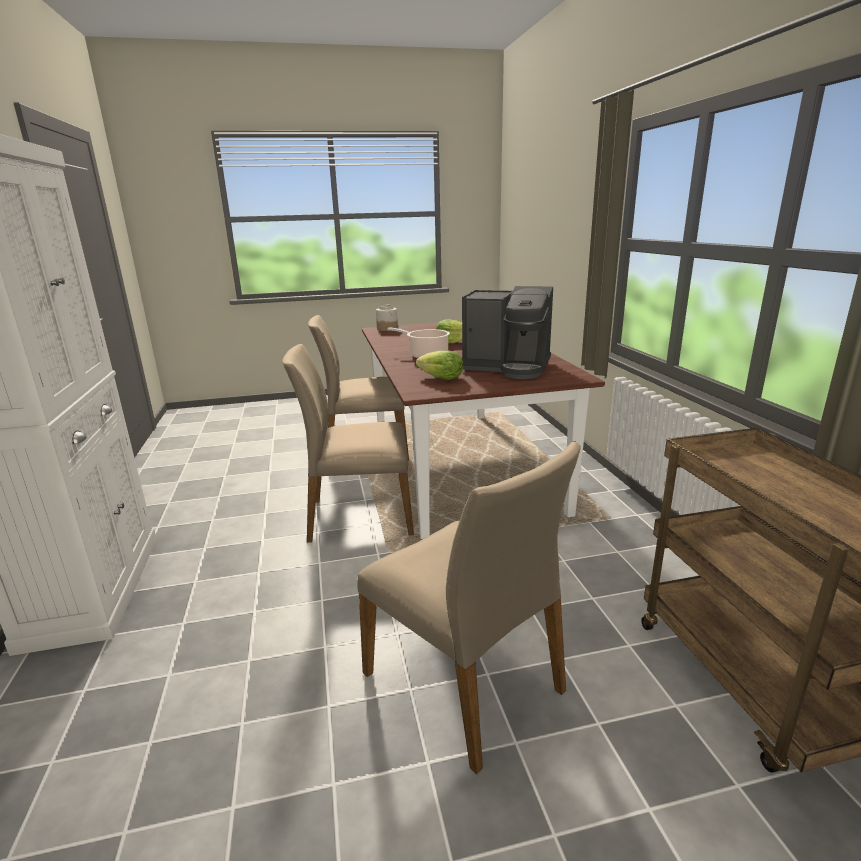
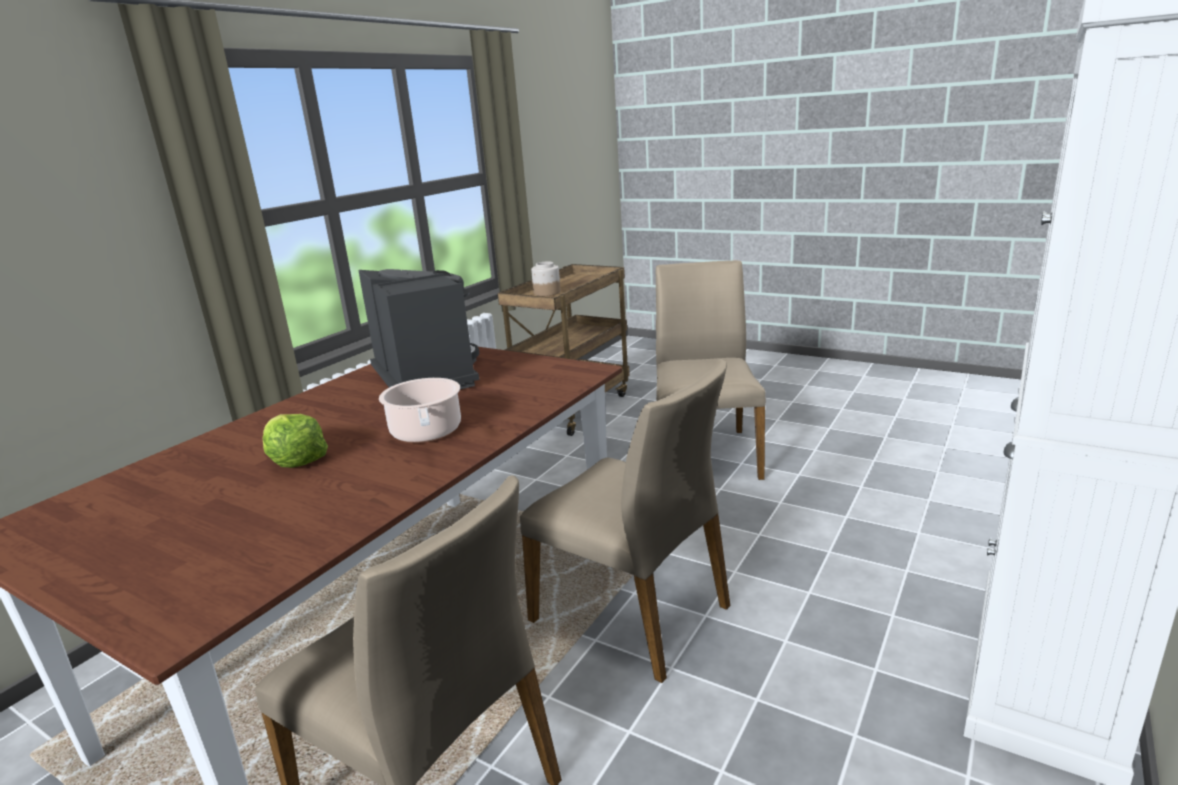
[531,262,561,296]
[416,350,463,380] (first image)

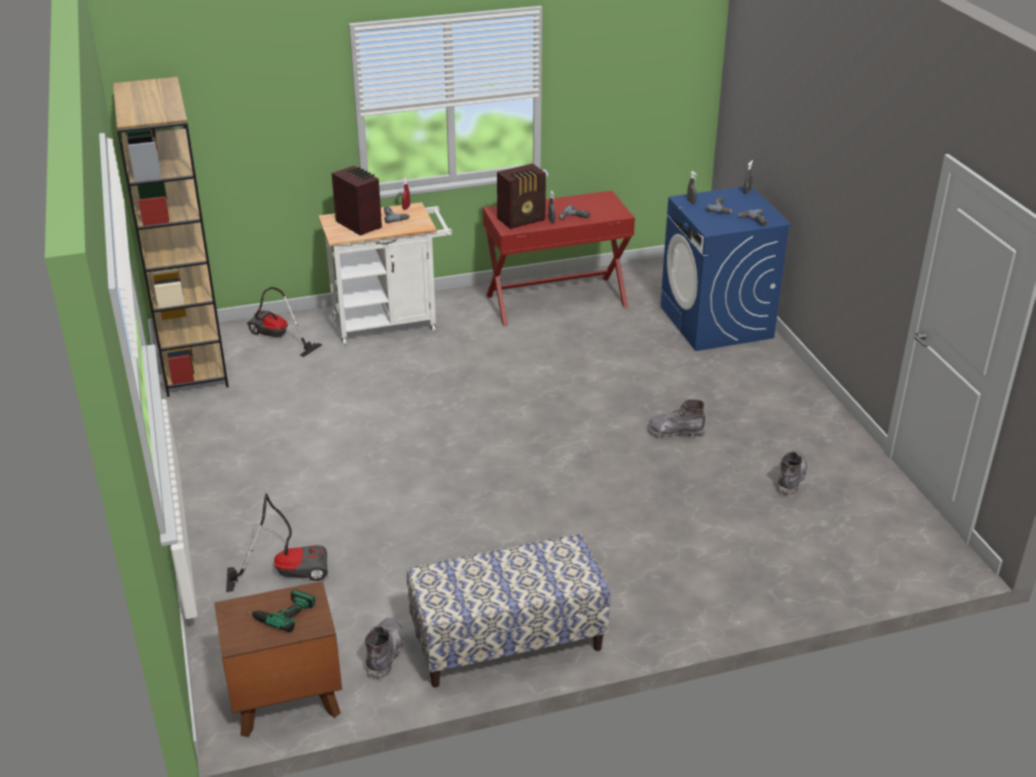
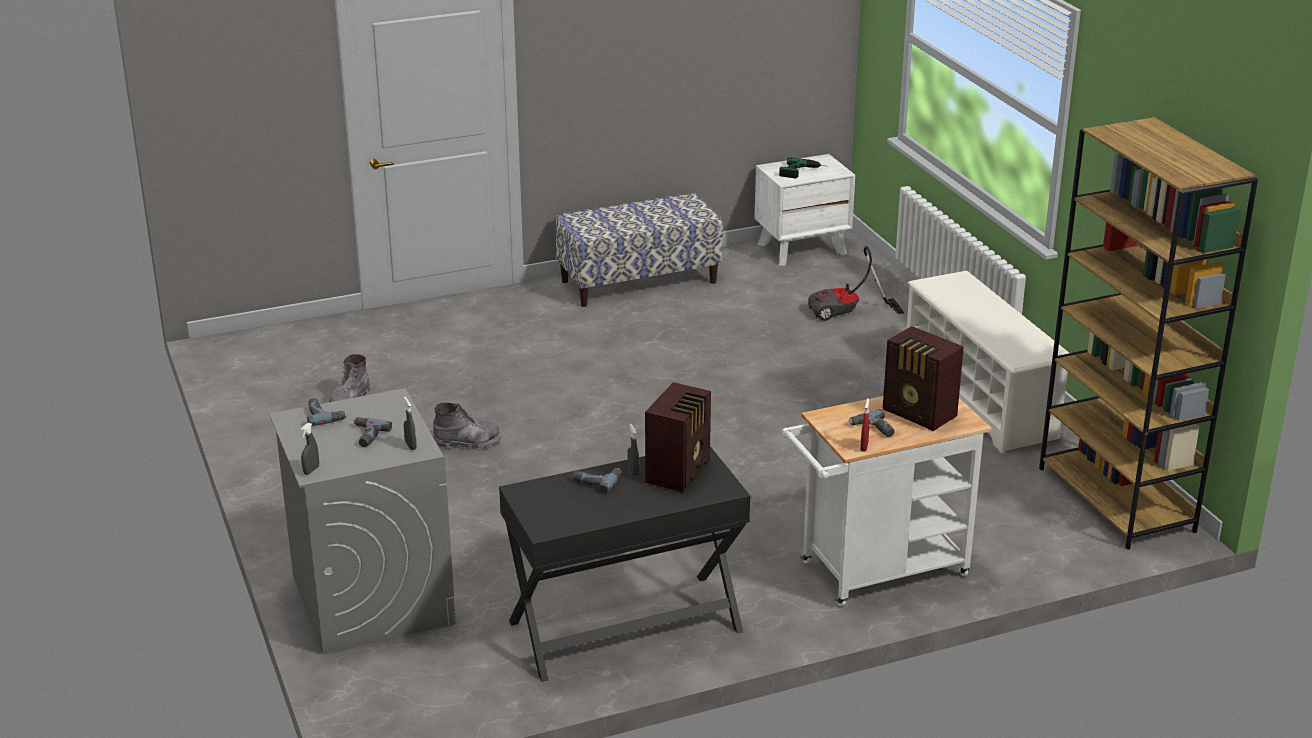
[269,388,456,655]
[499,446,750,682]
[645,382,711,493]
[754,154,855,266]
[907,271,1069,454]
[247,287,322,357] (first image)
[365,618,404,679] (first image)

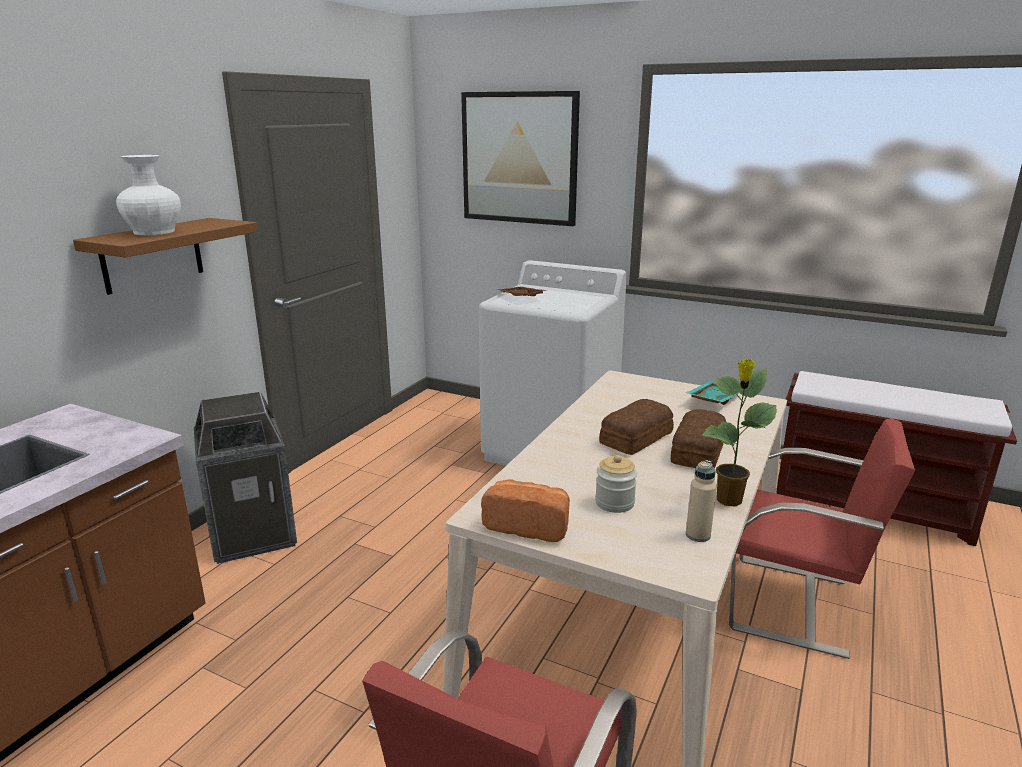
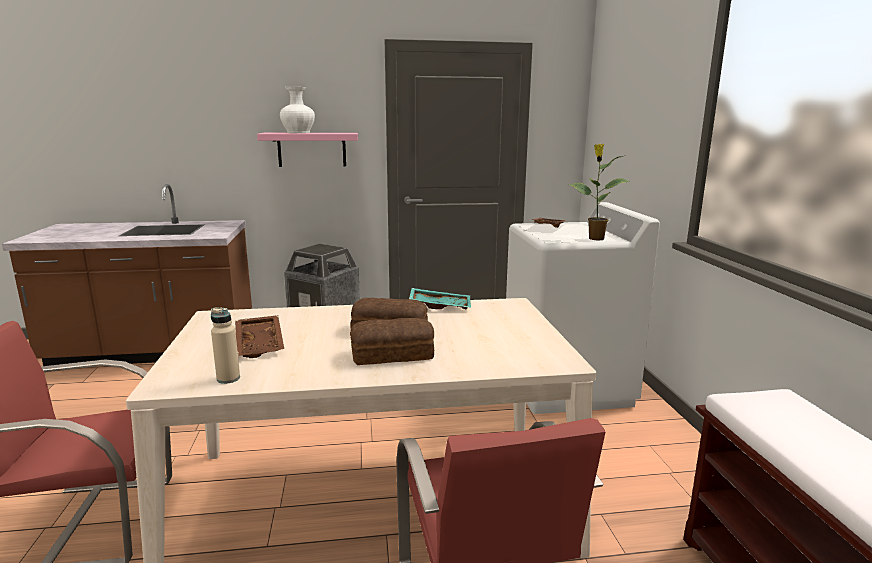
[235,315,284,358]
[257,133,358,167]
[409,288,471,309]
[568,144,631,241]
[461,91,580,226] (first image)
[481,479,570,542] (first image)

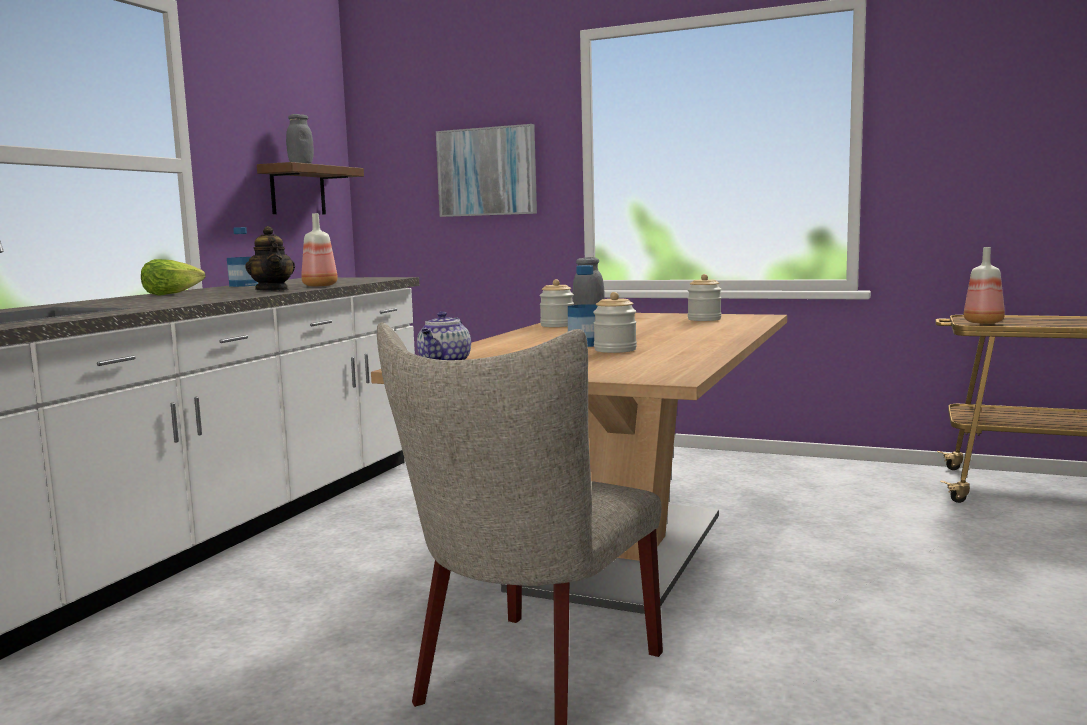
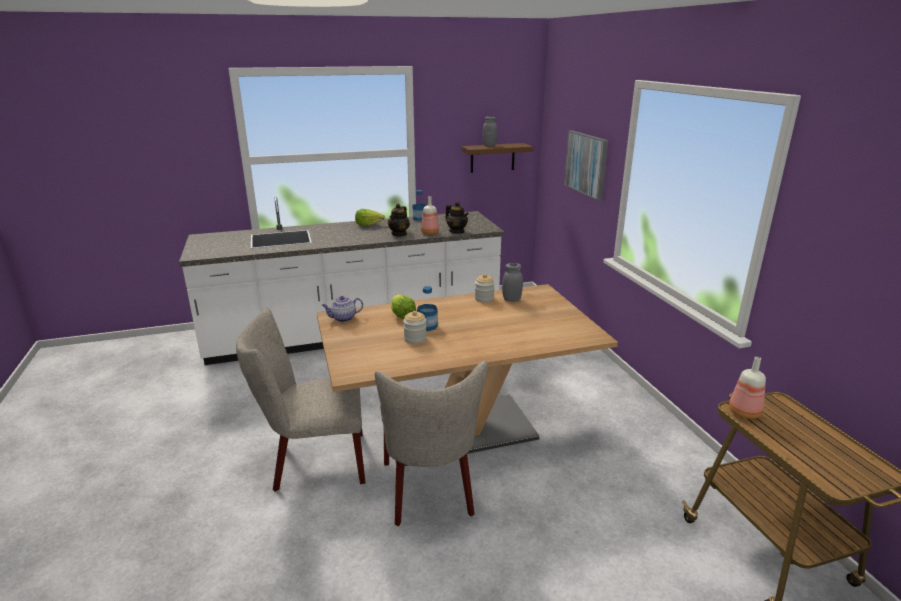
[375,361,488,526]
[391,294,416,319]
[445,201,469,233]
[688,274,722,321] (first image)

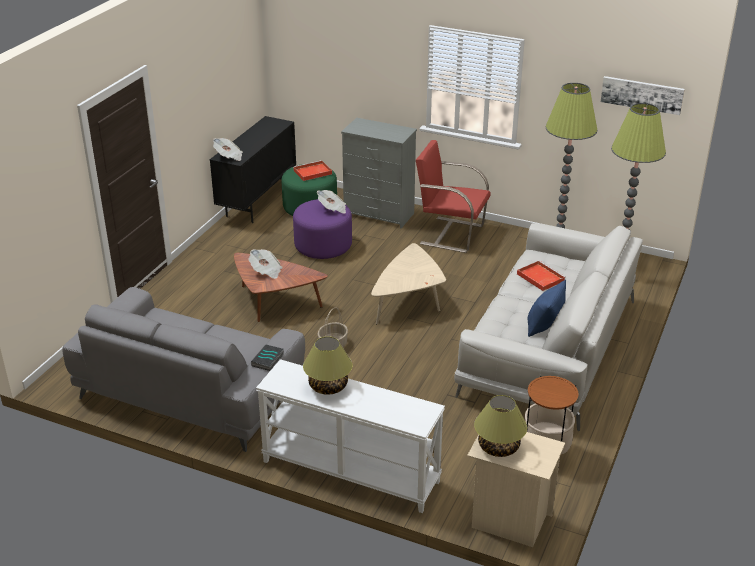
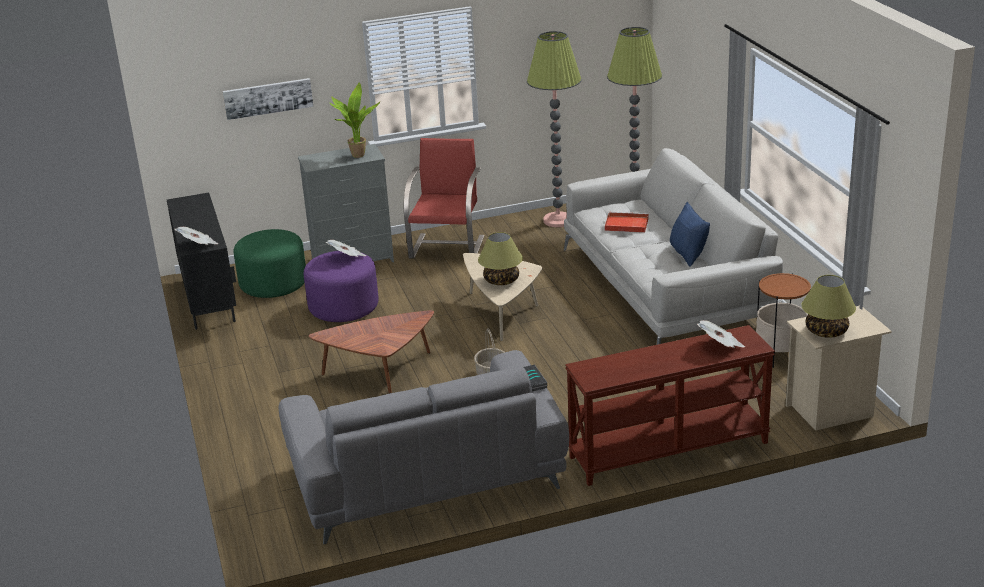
[223,78,313,120]
[329,83,380,158]
[404,138,484,259]
[478,232,523,285]
[565,325,775,486]
[697,320,745,348]
[293,160,332,181] (first image)

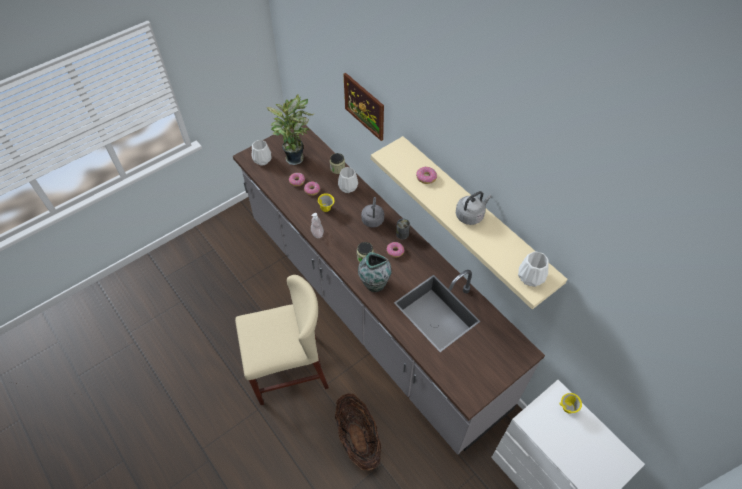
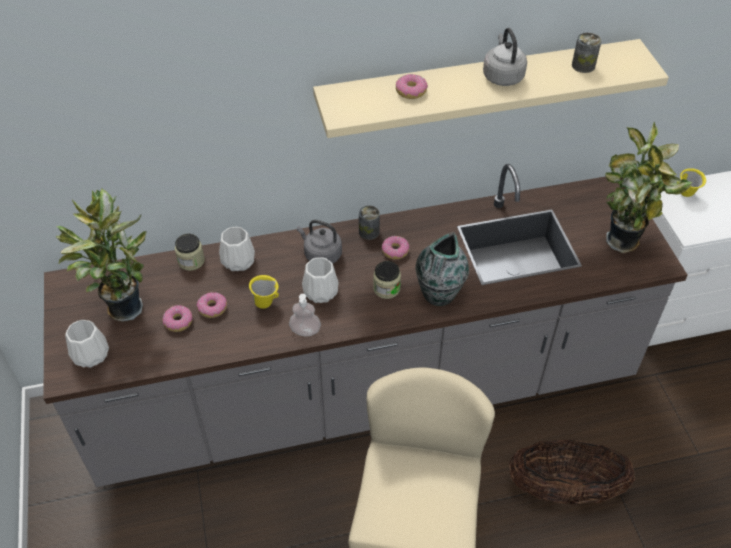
[302,257,339,303]
[572,33,602,73]
[605,122,693,254]
[343,73,384,141] (first image)

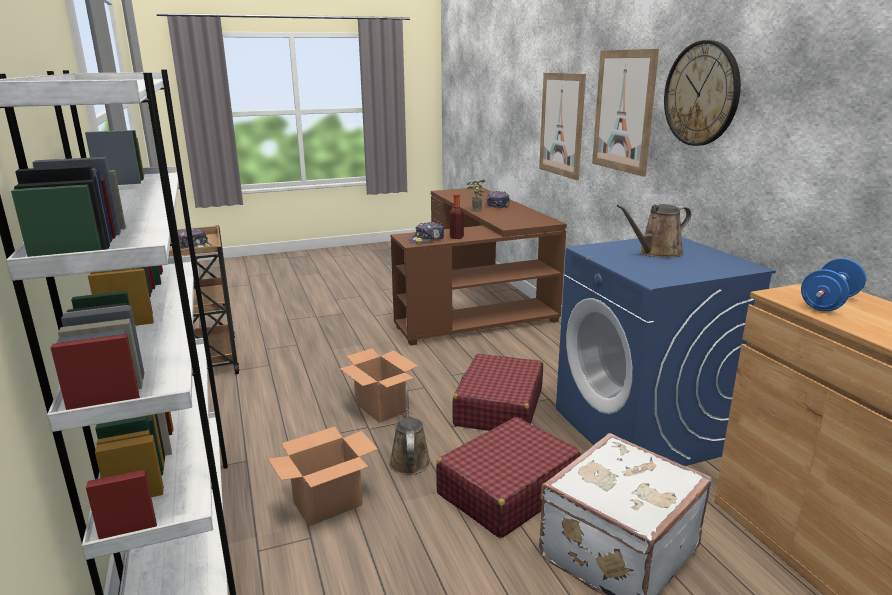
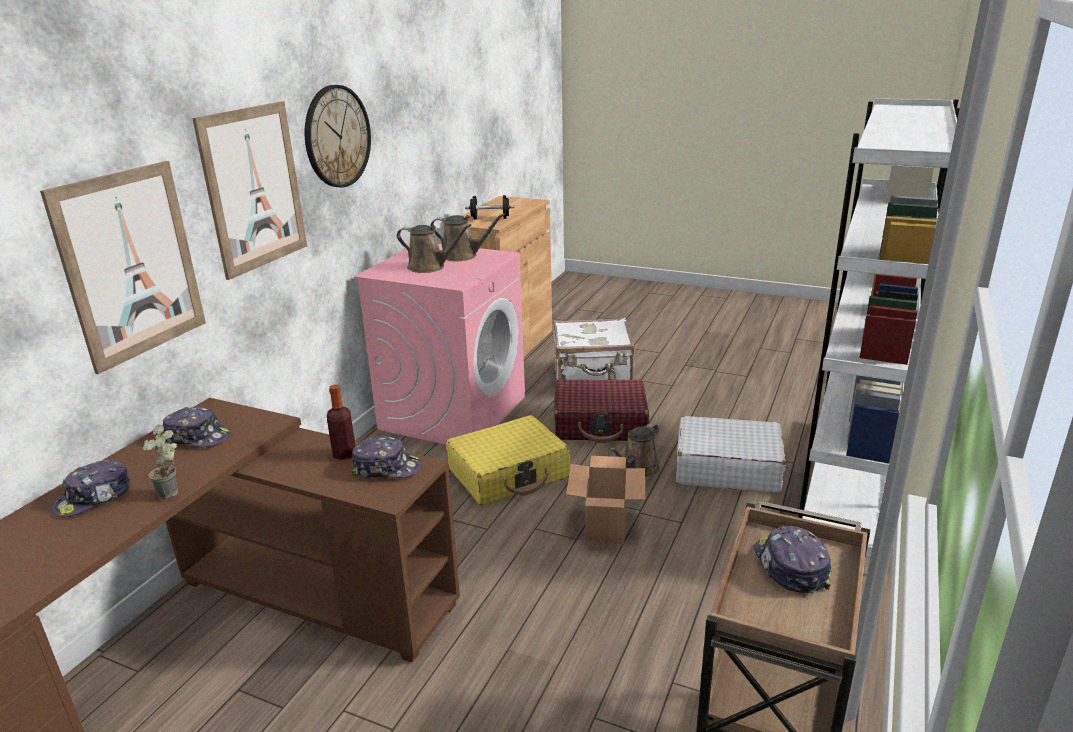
[163,407,231,447]
[354,244,525,445]
[430,213,505,261]
[446,415,570,506]
[465,195,514,220]
[676,416,786,493]

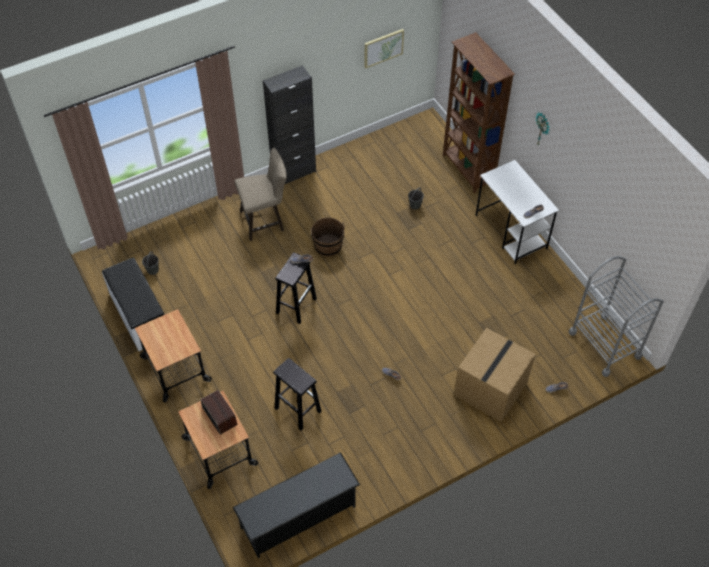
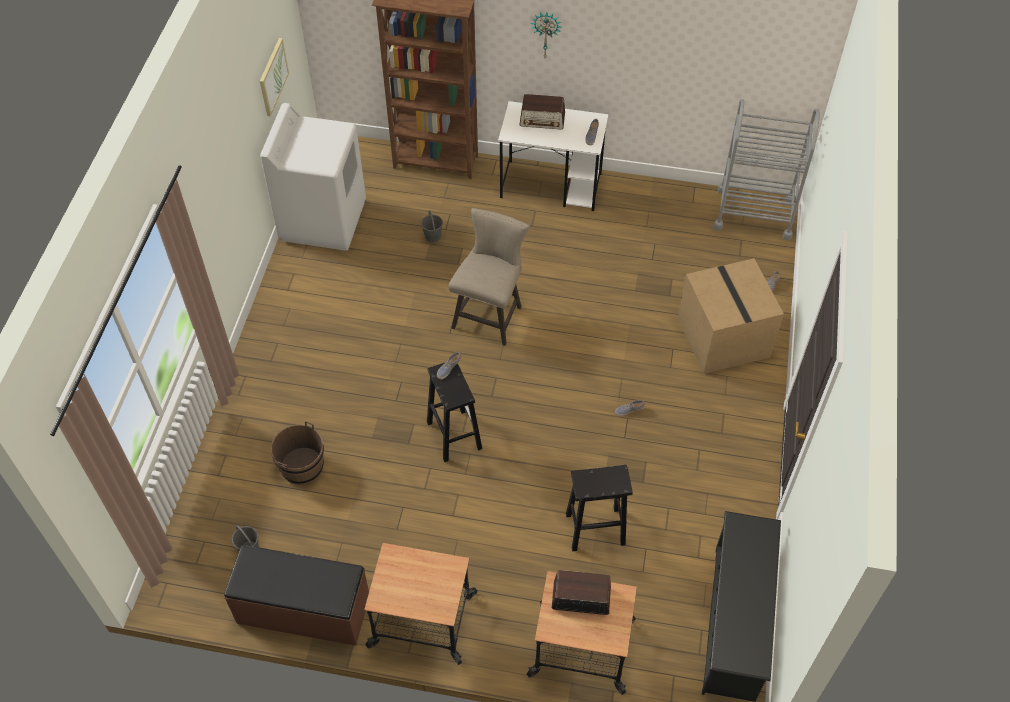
[224,545,369,646]
[260,103,366,251]
[271,421,324,485]
[448,208,530,346]
[519,94,565,130]
[263,65,316,184] (first image)

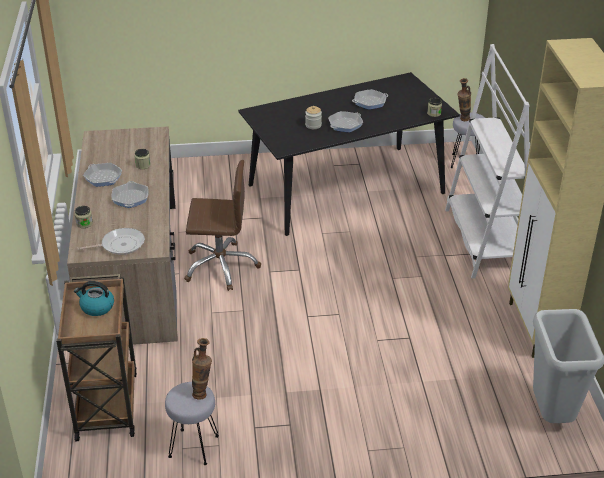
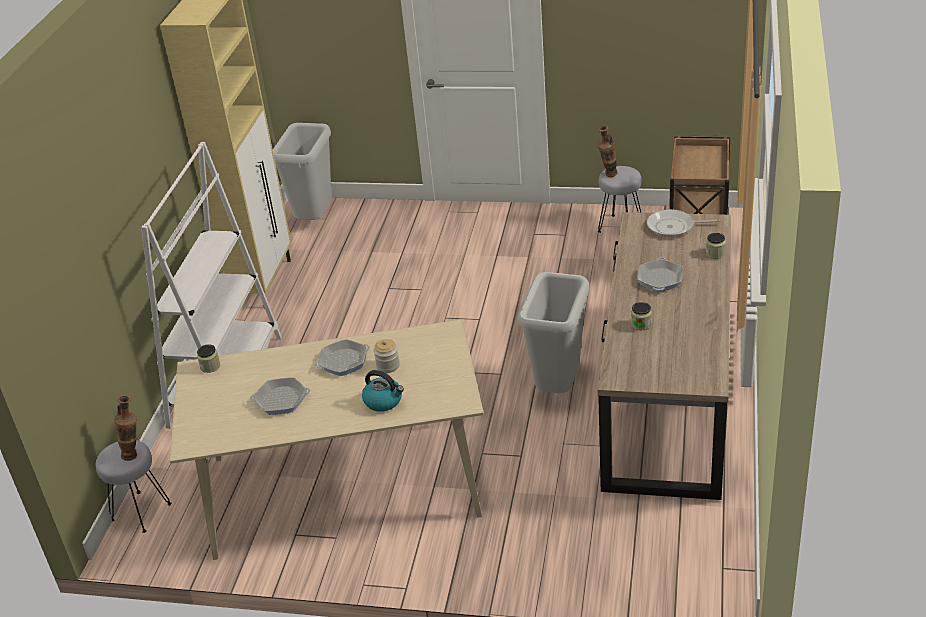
[170,319,484,560]
[362,370,404,412]
[518,272,589,393]
[83,163,123,187] (first image)

